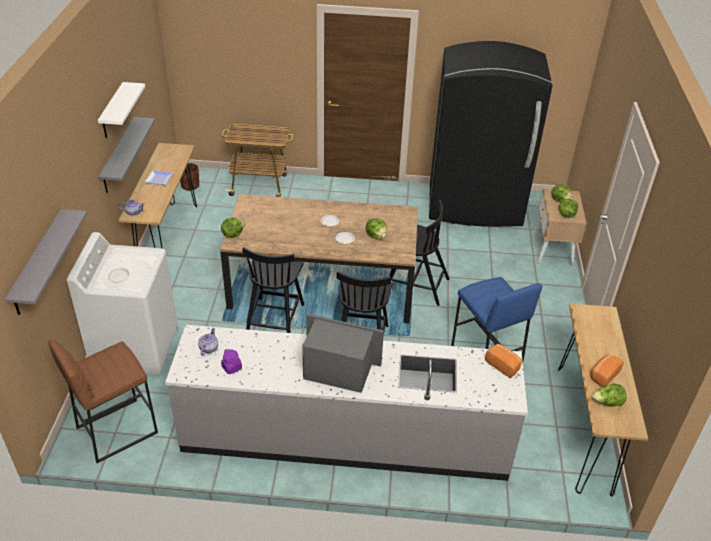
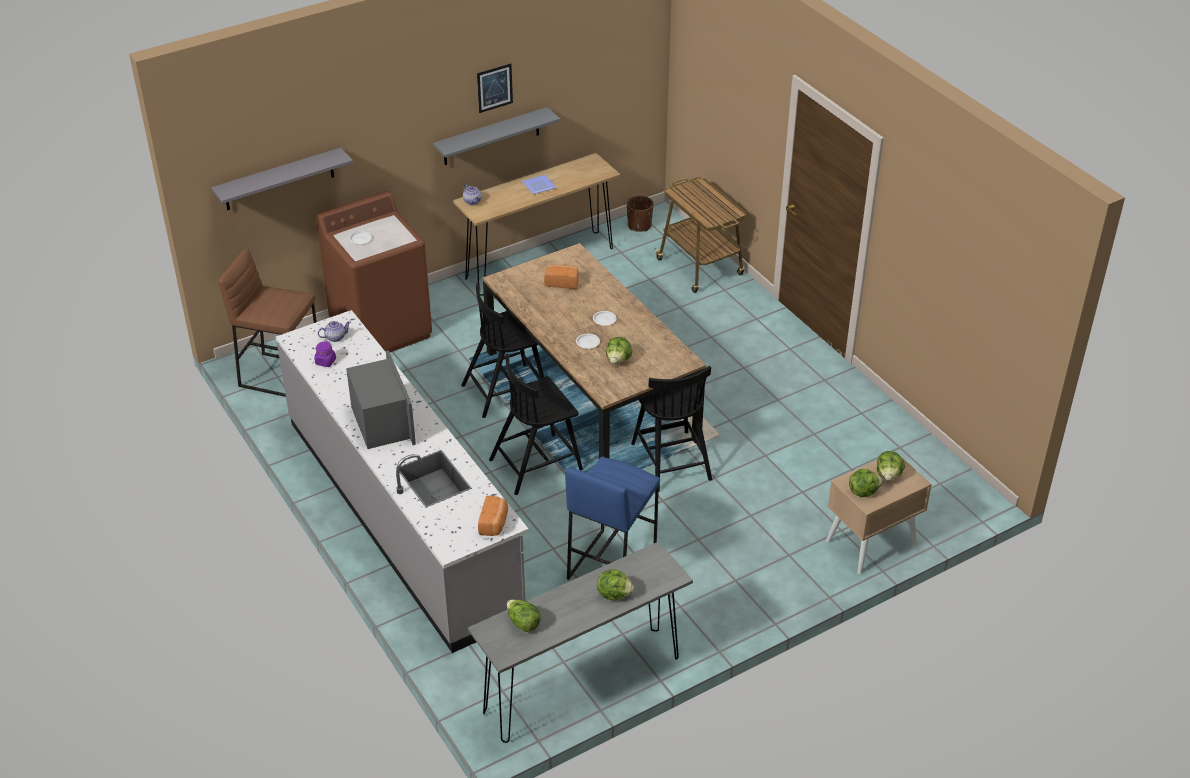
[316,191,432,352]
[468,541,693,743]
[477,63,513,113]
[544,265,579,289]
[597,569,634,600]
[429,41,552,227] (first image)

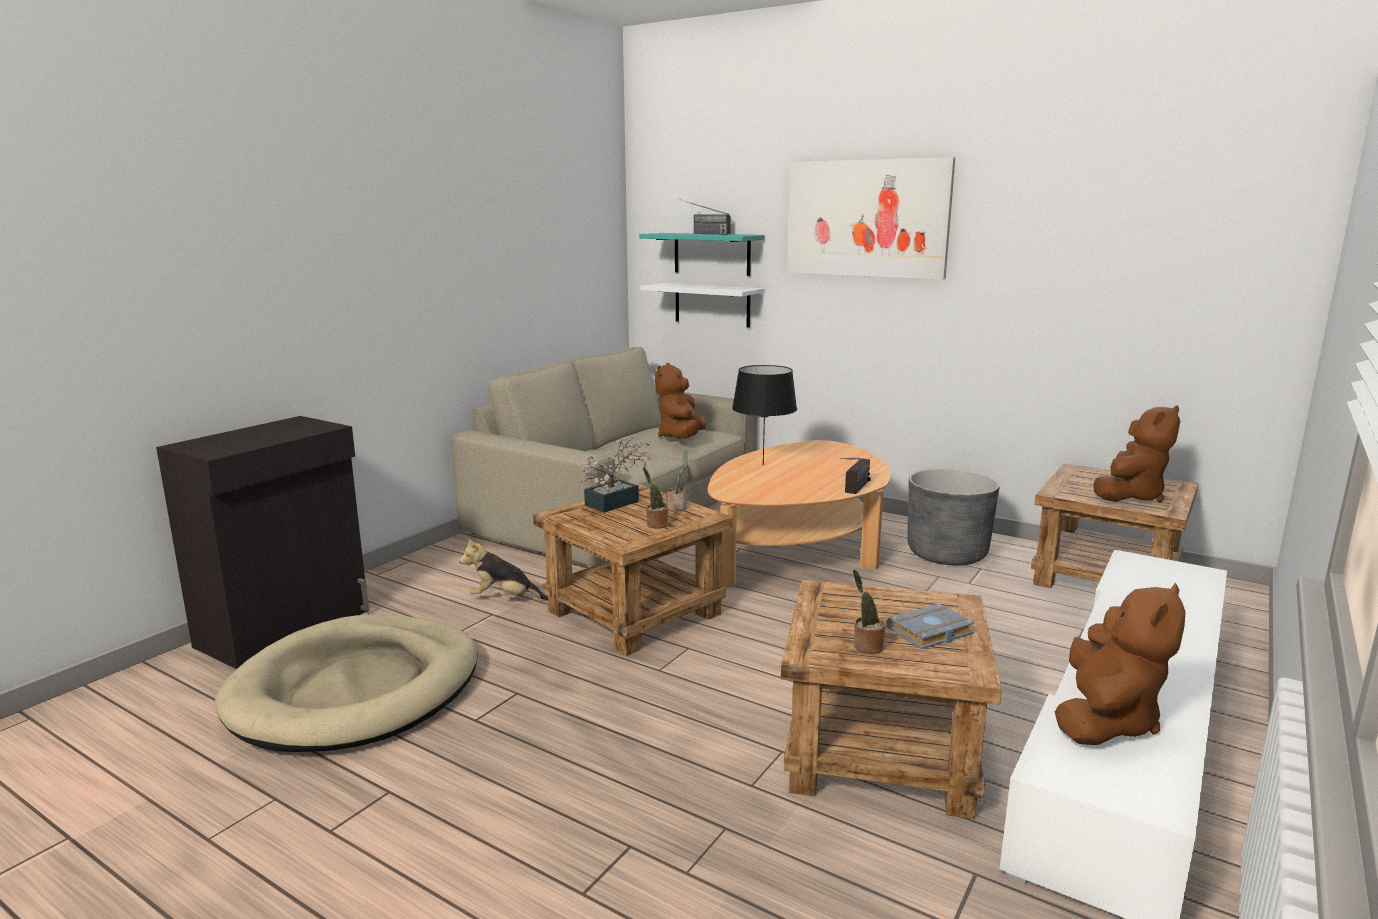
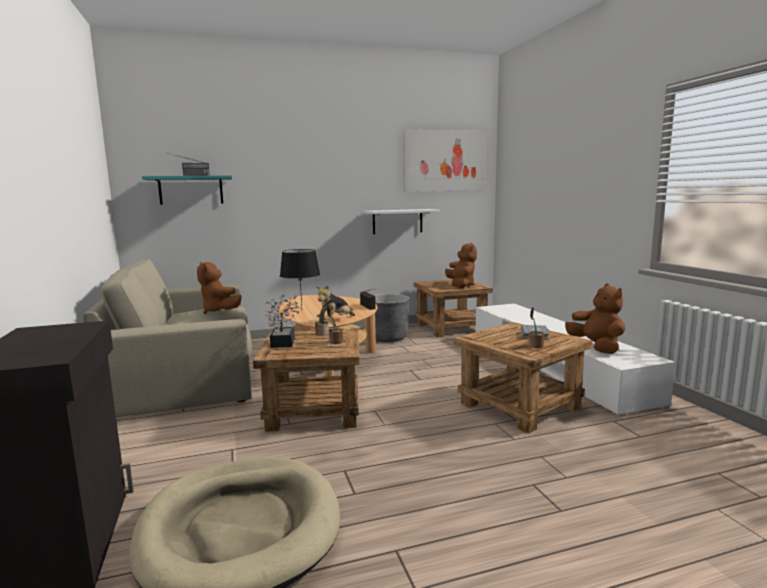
[316,285,355,320]
[364,209,440,234]
[403,129,486,192]

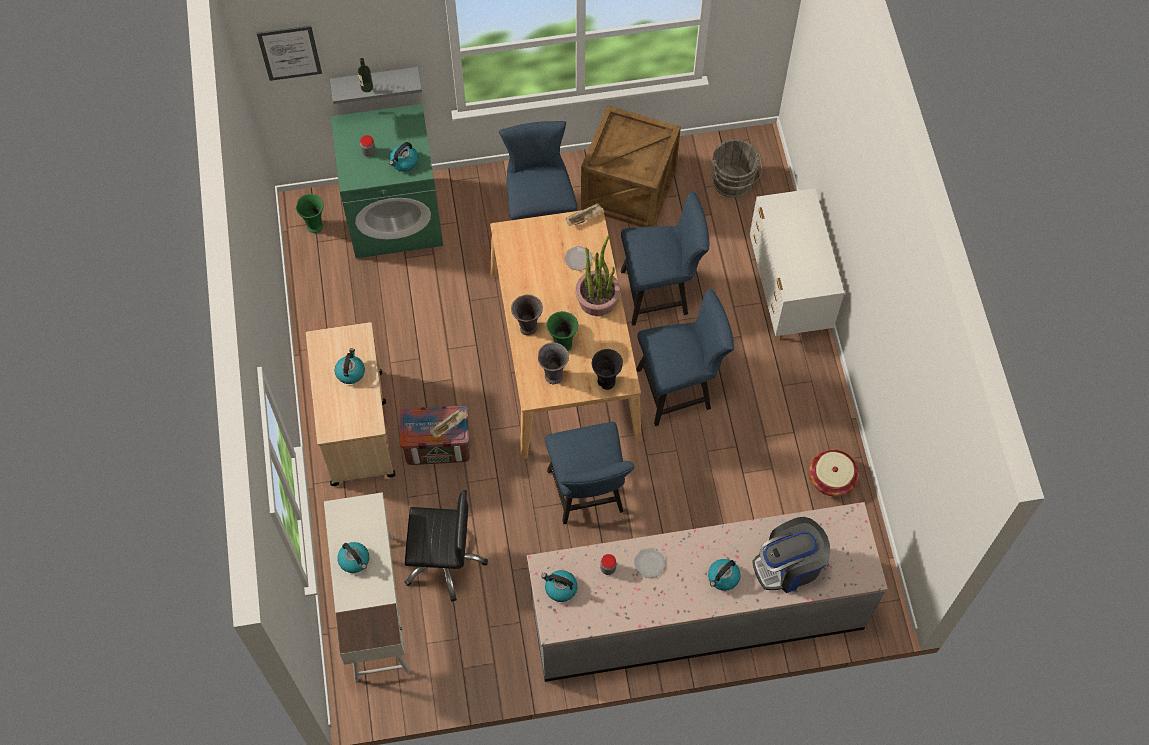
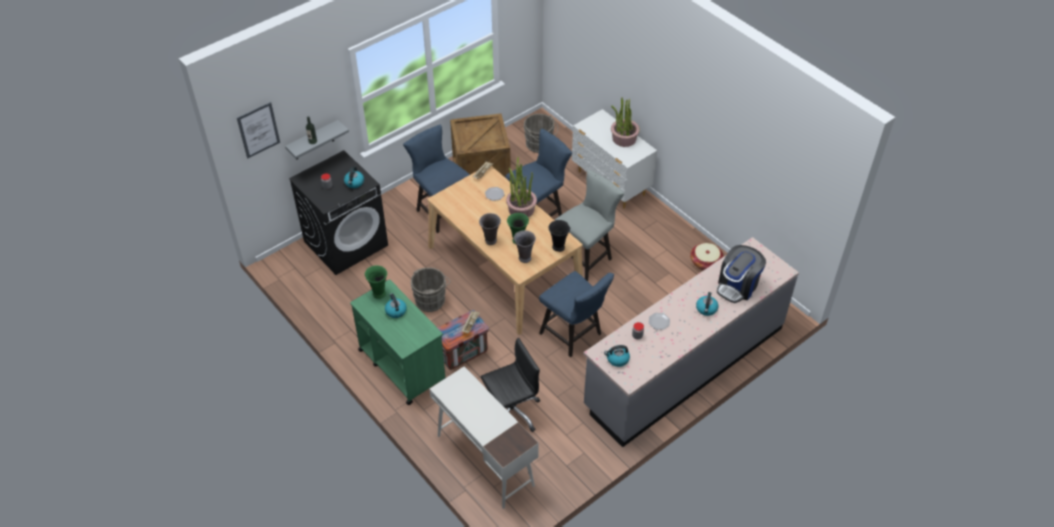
[289,150,388,275]
[350,279,445,405]
[365,265,387,299]
[411,268,450,312]
[555,170,624,281]
[611,97,640,147]
[337,542,369,573] (first image)

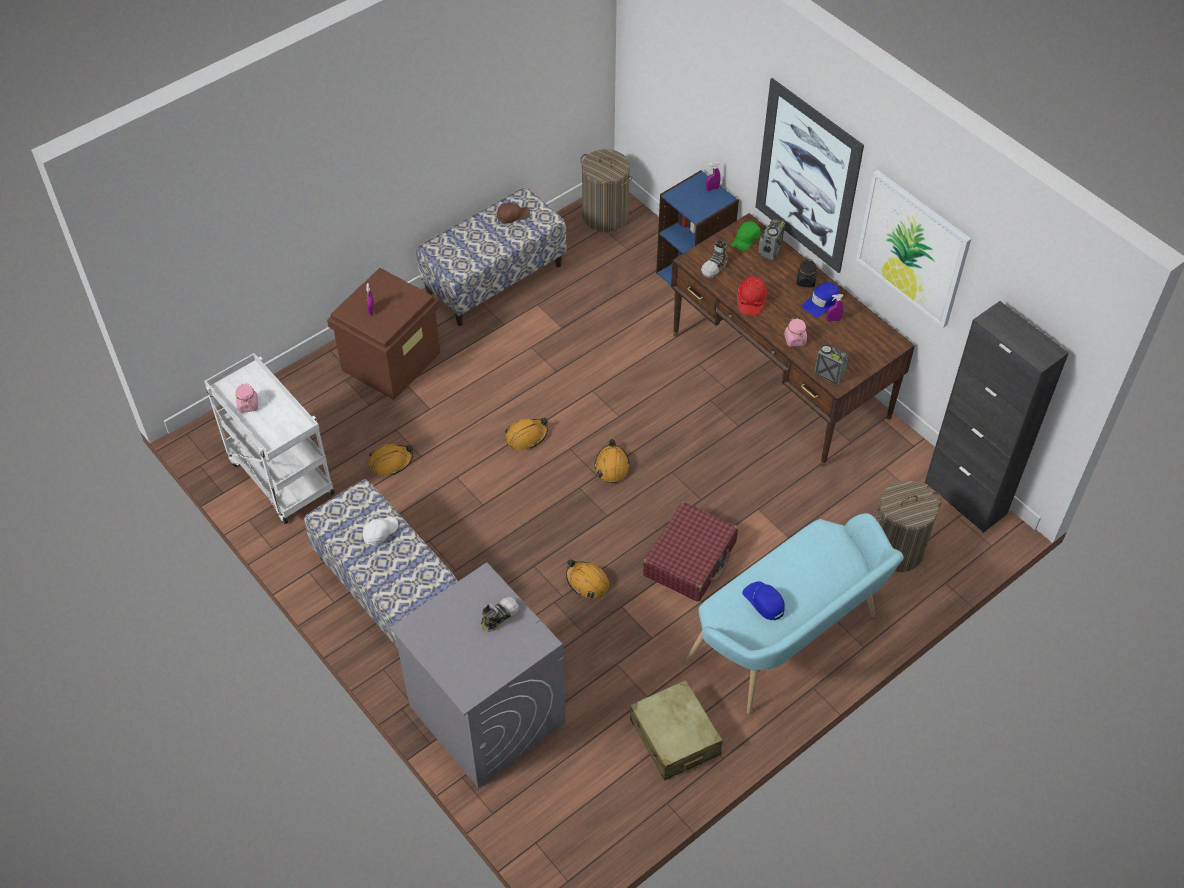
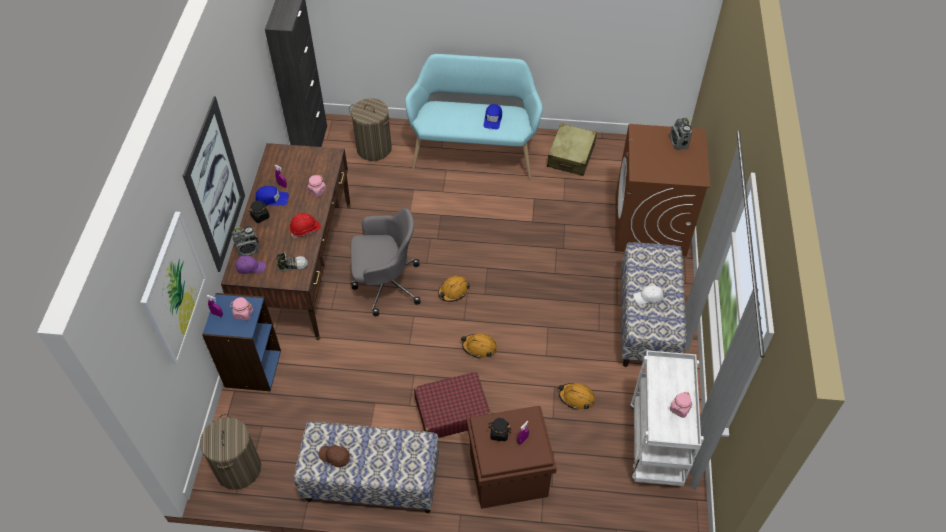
[140,212,206,365]
[230,297,253,320]
[235,256,266,274]
[351,208,421,316]
[414,372,491,438]
[488,418,511,441]
[615,124,710,257]
[670,118,692,150]
[481,597,519,632] (first image)
[566,559,609,599] (first image)

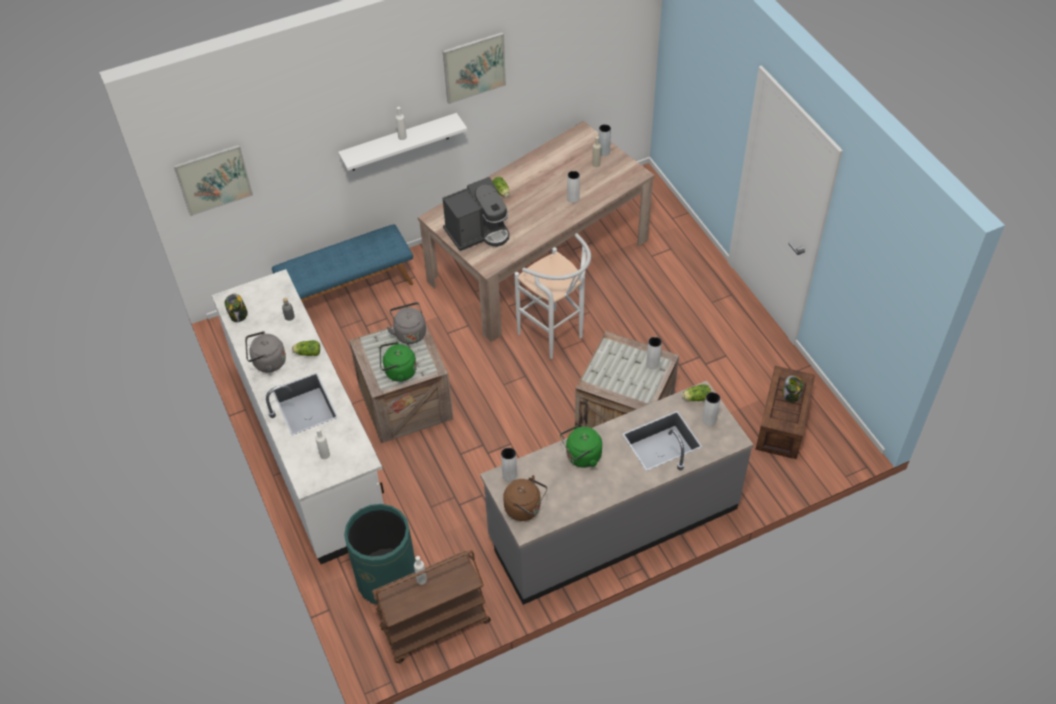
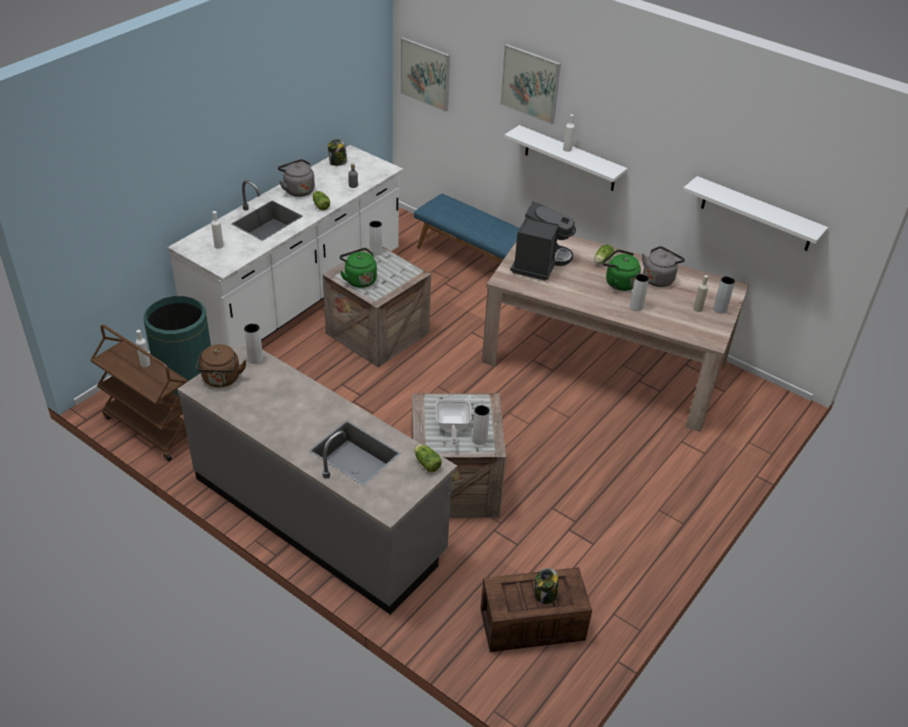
[369,221,382,256]
[436,399,471,444]
[500,44,561,124]
[510,201,576,281]
[602,250,641,291]
[642,246,685,287]
[683,176,829,251]
[514,233,591,359] (first image)

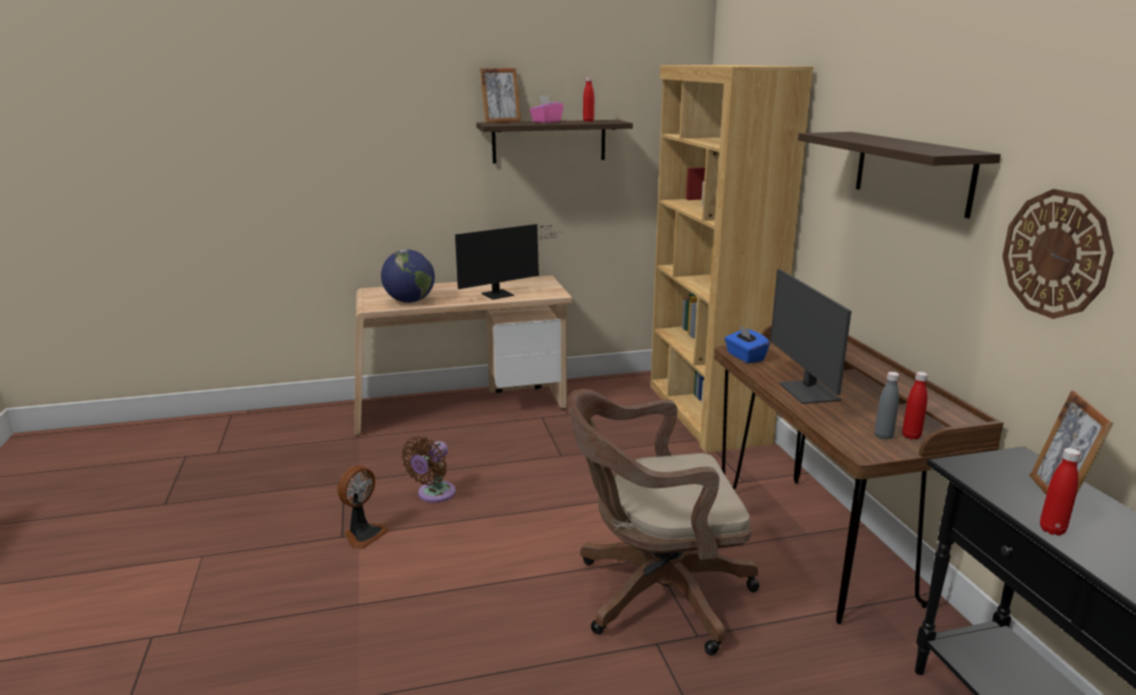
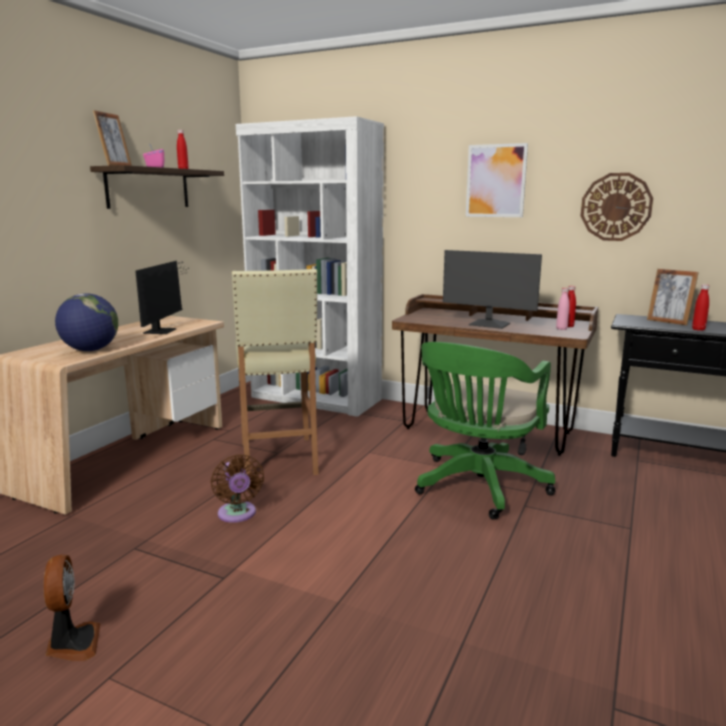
[44,554,101,661]
[232,269,319,475]
[236,116,384,417]
[415,342,555,520]
[466,143,528,217]
[556,288,570,330]
[724,325,770,363] (first image)

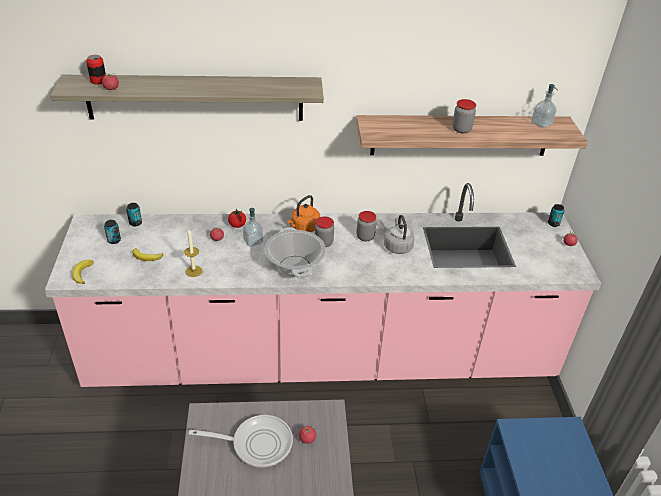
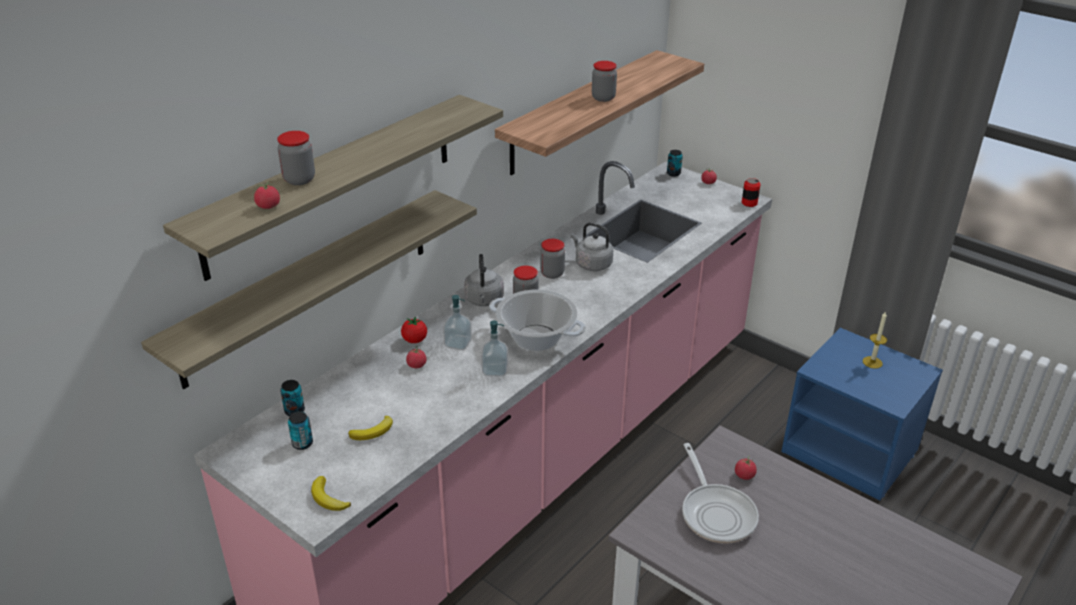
[141,190,477,389]
[277,131,315,185]
[464,254,504,306]
[481,320,508,377]
[682,443,759,544]
[742,178,761,207]
[863,311,887,369]

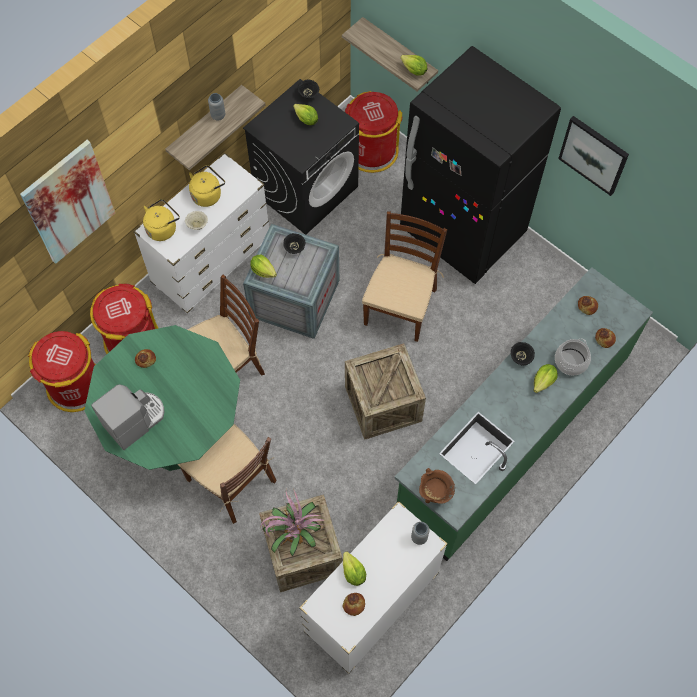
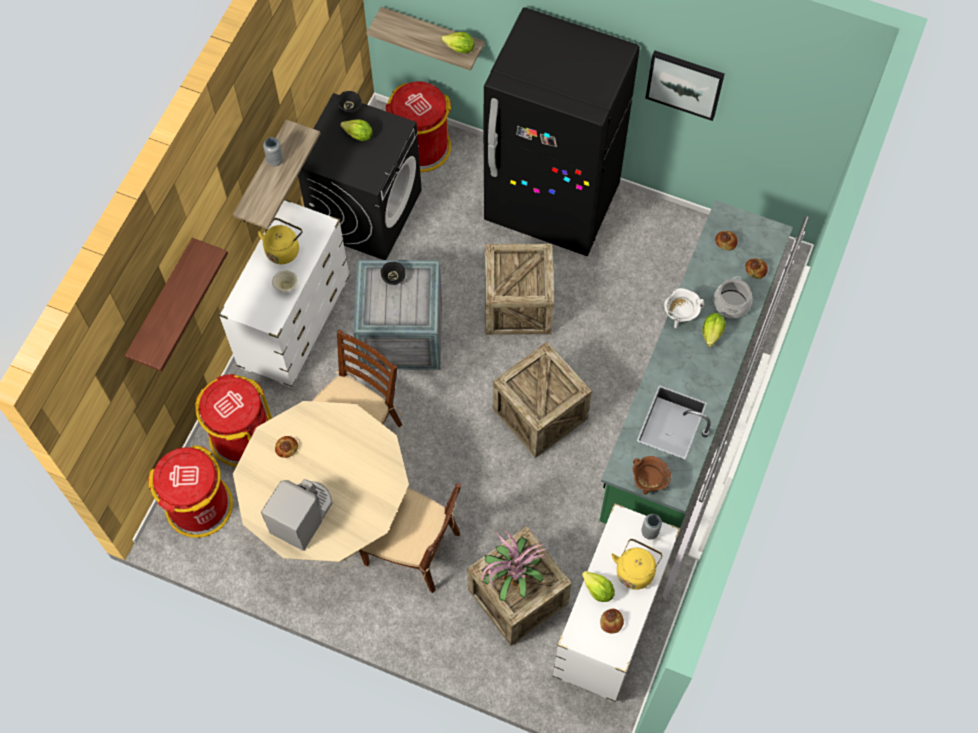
[125,238,228,372]
[233,401,409,562]
[485,244,554,335]
[611,539,663,590]
[664,288,704,329]
[250,255,277,278] (first image)

